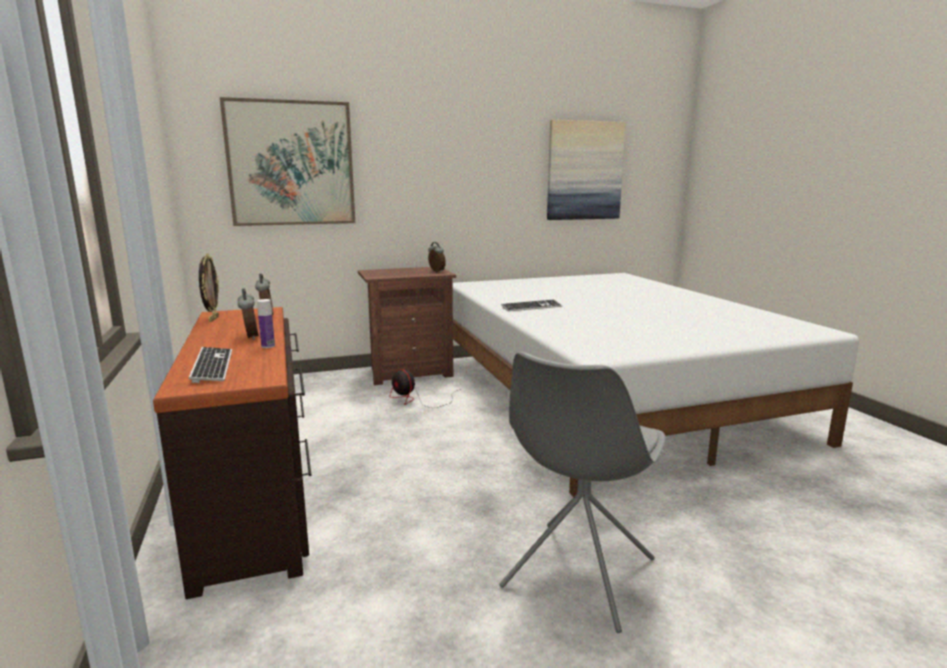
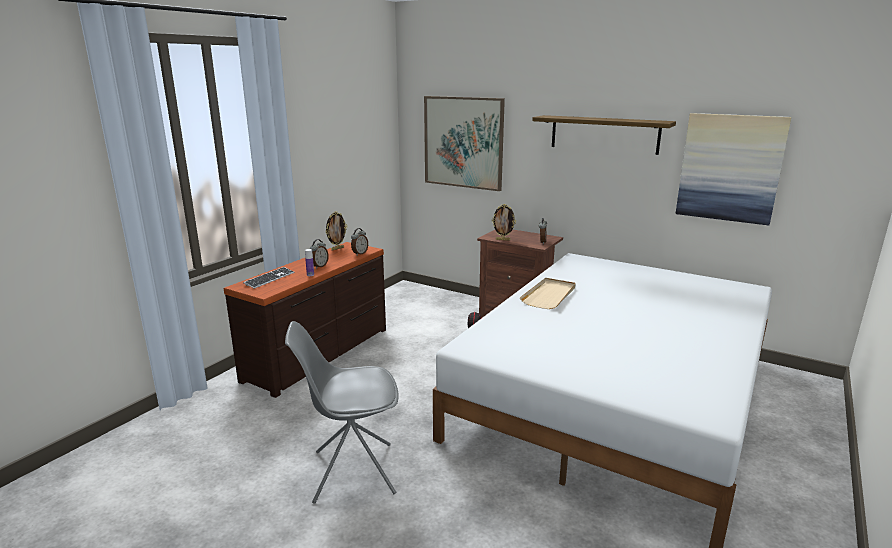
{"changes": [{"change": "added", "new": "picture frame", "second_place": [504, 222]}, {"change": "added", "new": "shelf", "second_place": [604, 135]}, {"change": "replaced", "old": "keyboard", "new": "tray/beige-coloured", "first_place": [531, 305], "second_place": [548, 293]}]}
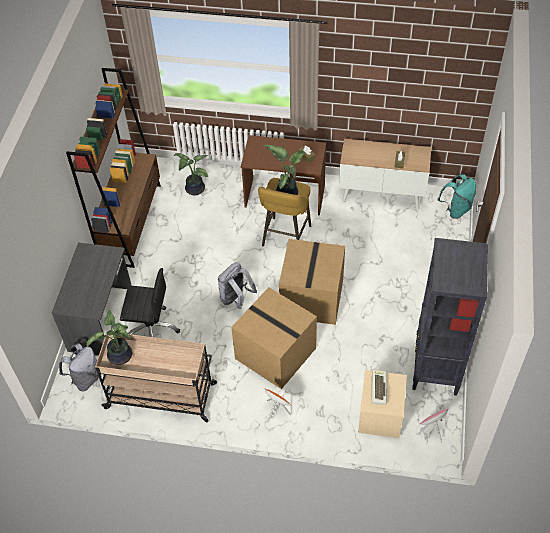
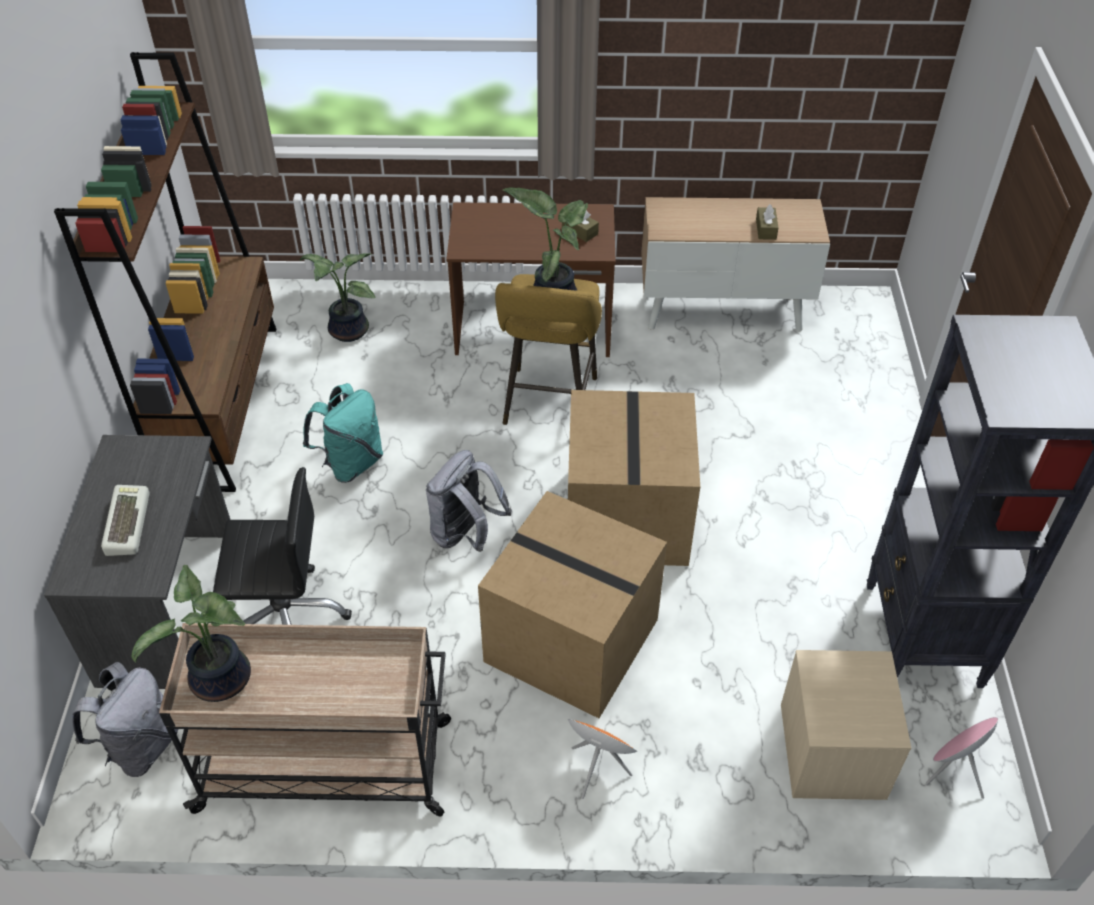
{"changes": [{"change": "moved", "old": "keyboard", "first_place": [379, 387], "second_place": [125, 520]}, {"change": "moved", "old": "rucksack/turquoise-coloured", "first_place": [456, 196], "second_place": [343, 433]}]}
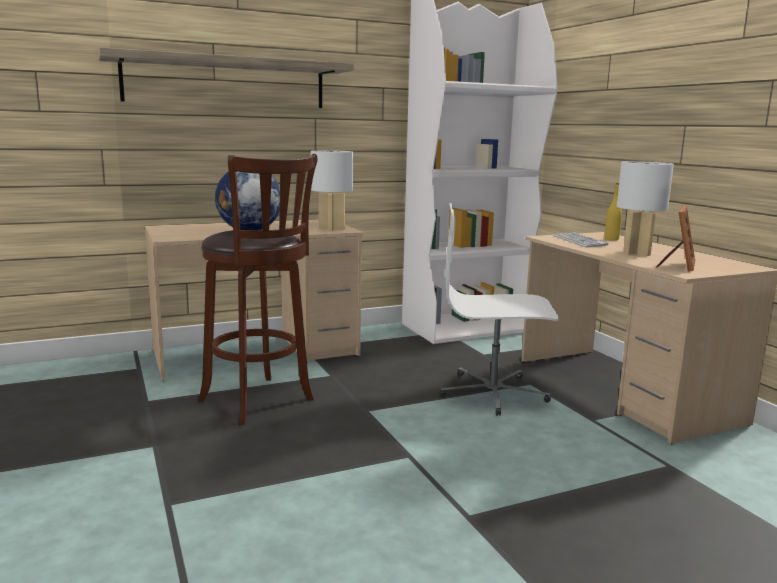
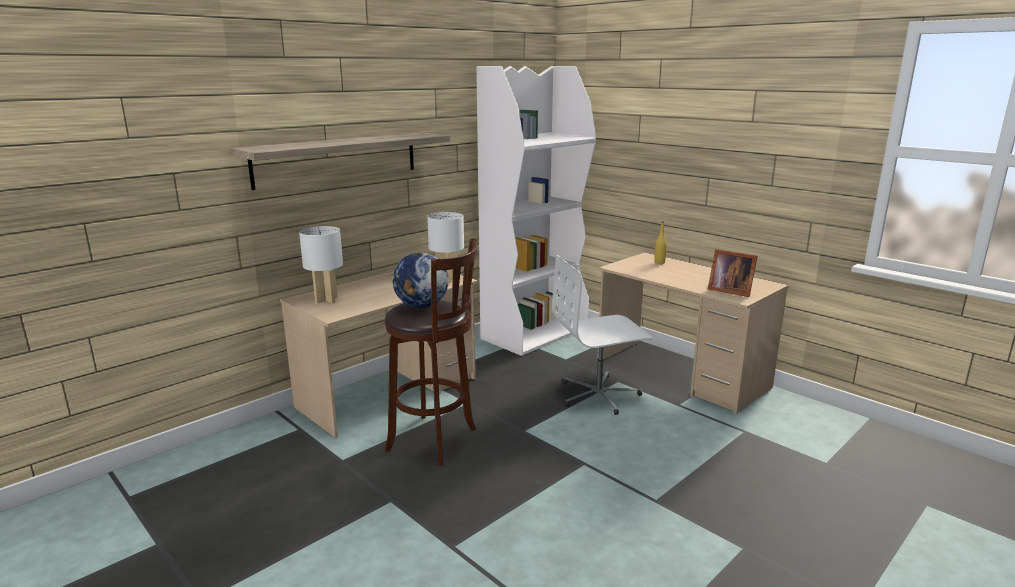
{"changes": [{"change": "removed", "old": "keyboard", "first_place": [581, 239]}, {"change": "moved", "old": "tabletop lamp/whitish", "first_place": [645, 208], "second_place": [321, 265]}, {"change": "turned", "old": "picture frame", "first_place": [675, 239], "second_place": [733, 273], "degrees": 120}]}
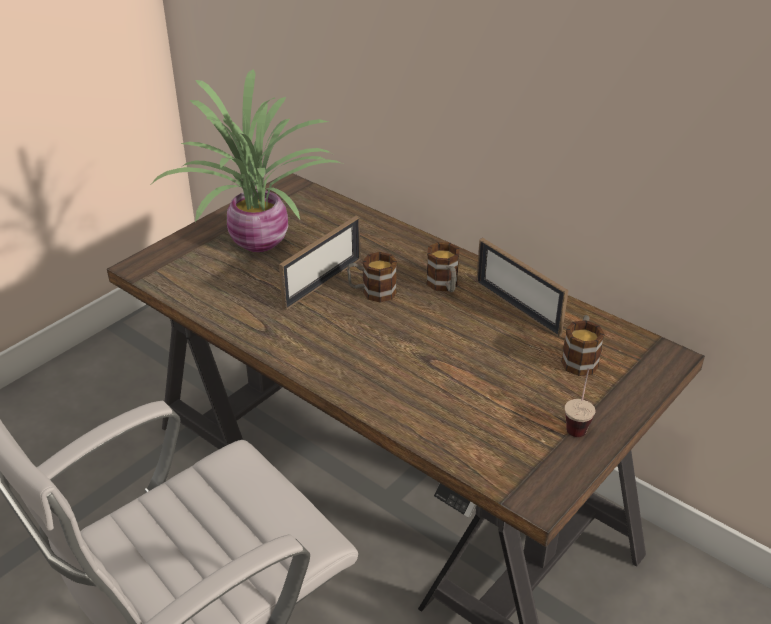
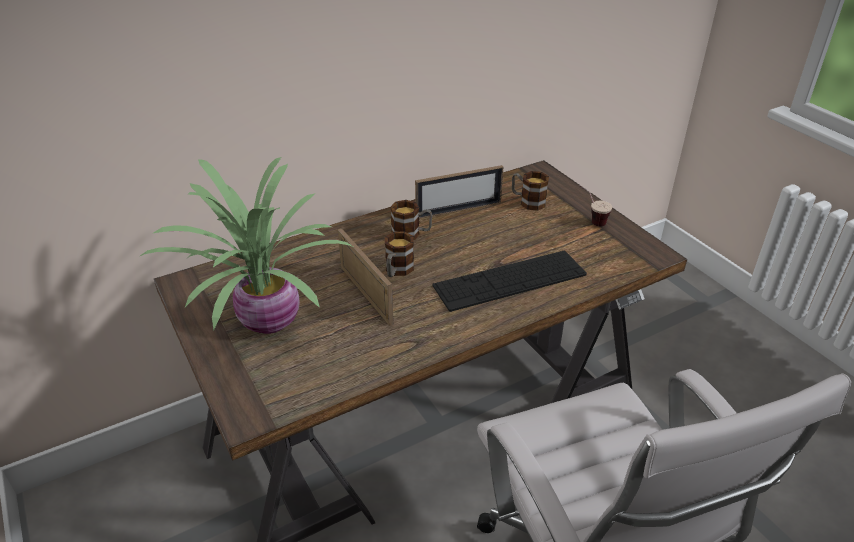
{"changes": [{"change": "added", "new": "keyboard", "second_place": [509, 281]}]}
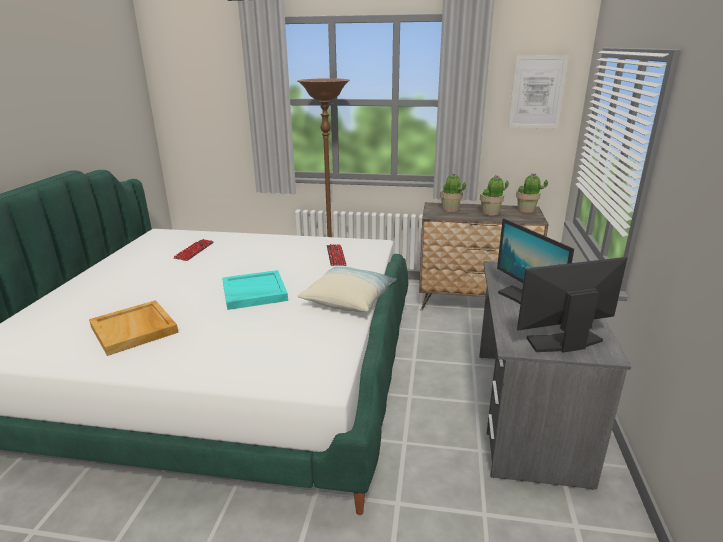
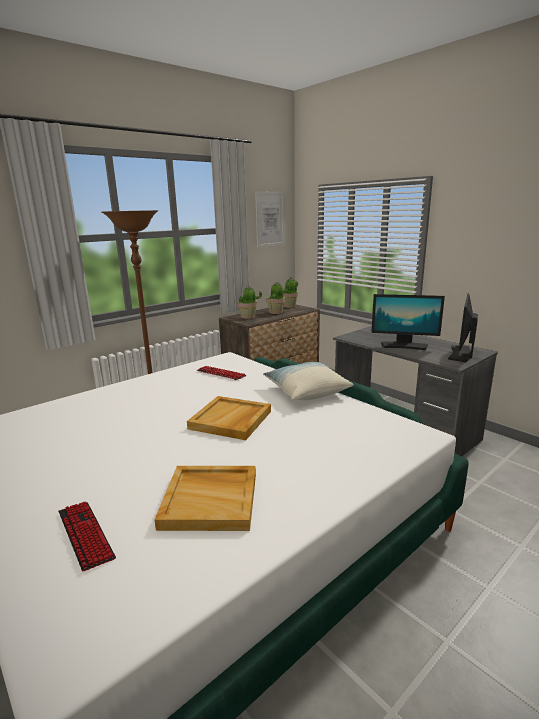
{"changes": [{"change": "moved", "old": "keyboard", "first_place": [194, 250], "second_place": [87, 536]}, {"change": "recoloured", "old": "tray/turquoise-coloured", "new": "tray/beige-coloured", "first_place": [255, 290], "second_place": [229, 418]}]}
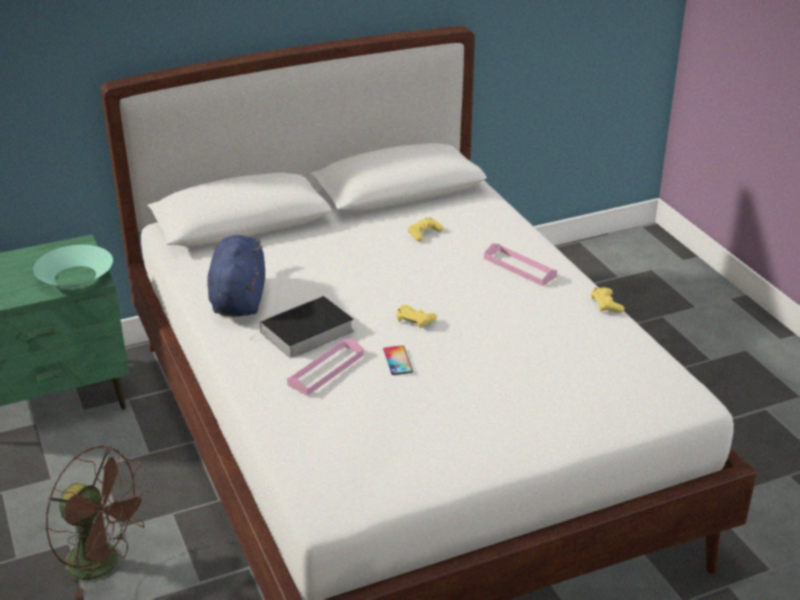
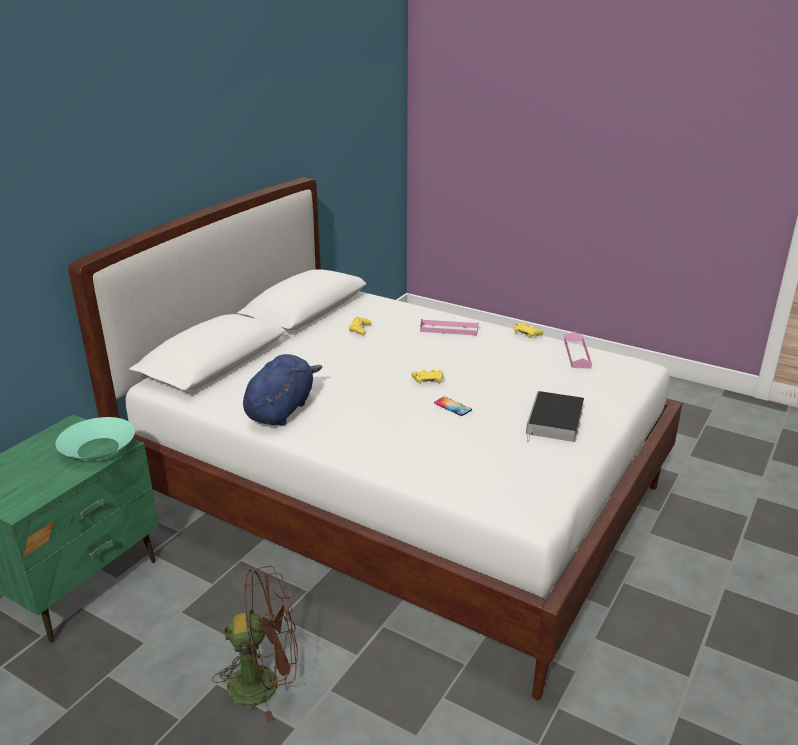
{"changes": [{"change": "moved", "old": "book", "first_place": [302, 327], "second_place": [555, 416]}, {"change": "moved", "old": "tray/pinkish", "first_place": [325, 367], "second_place": [578, 350]}, {"change": "turned", "old": "plush toy/blue", "first_place": [236, 276], "second_place": [282, 390], "degrees": 60}]}
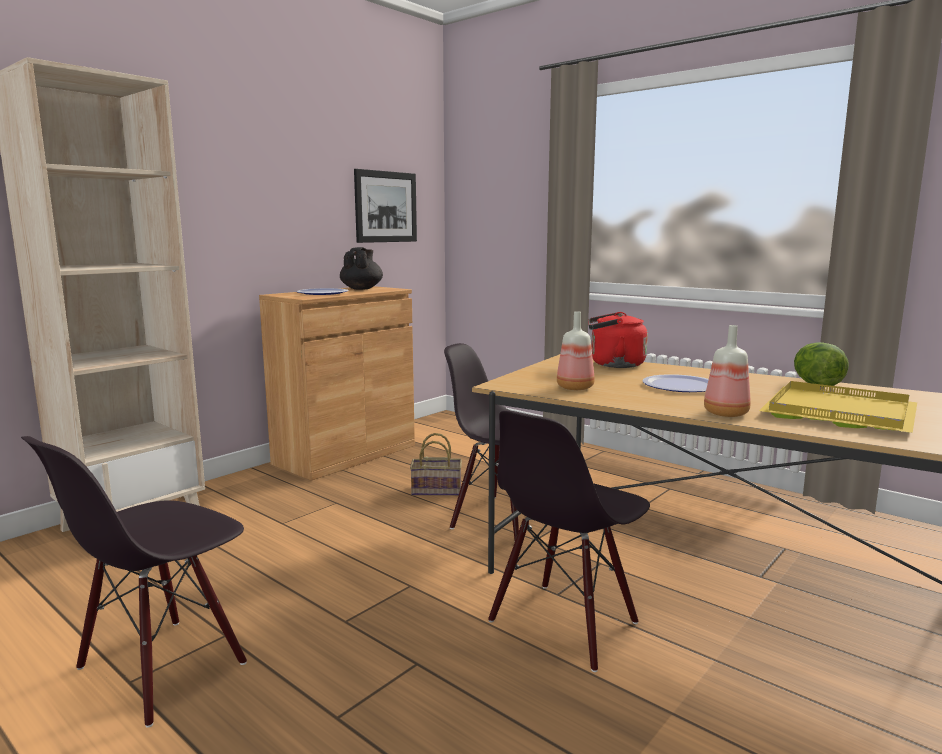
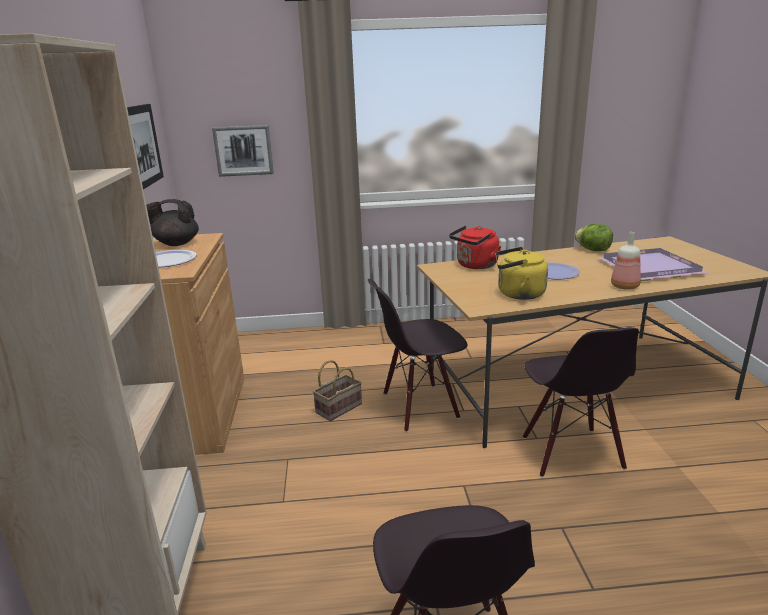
{"changes": [{"change": "added", "new": "wall picture", "second_place": [243, 151]}, {"change": "replaced", "old": "drink bottle", "new": "water kettle/yellowish", "first_place": [576, 350], "second_place": [521, 273]}, {"change": "recoloured", "old": "tray/yellowish", "new": "tray/purple", "first_place": [838, 407], "second_place": [653, 264]}, {"change": "turned", "old": "teapot/black-coloured", "first_place": [361, 268], "second_place": [172, 222], "degrees": -60}]}
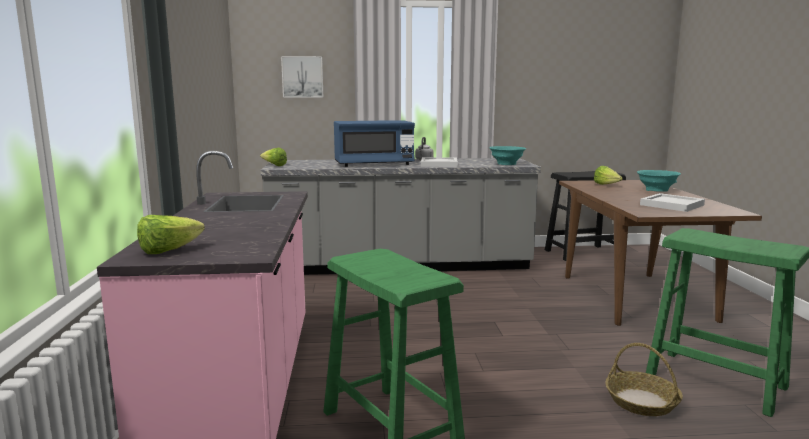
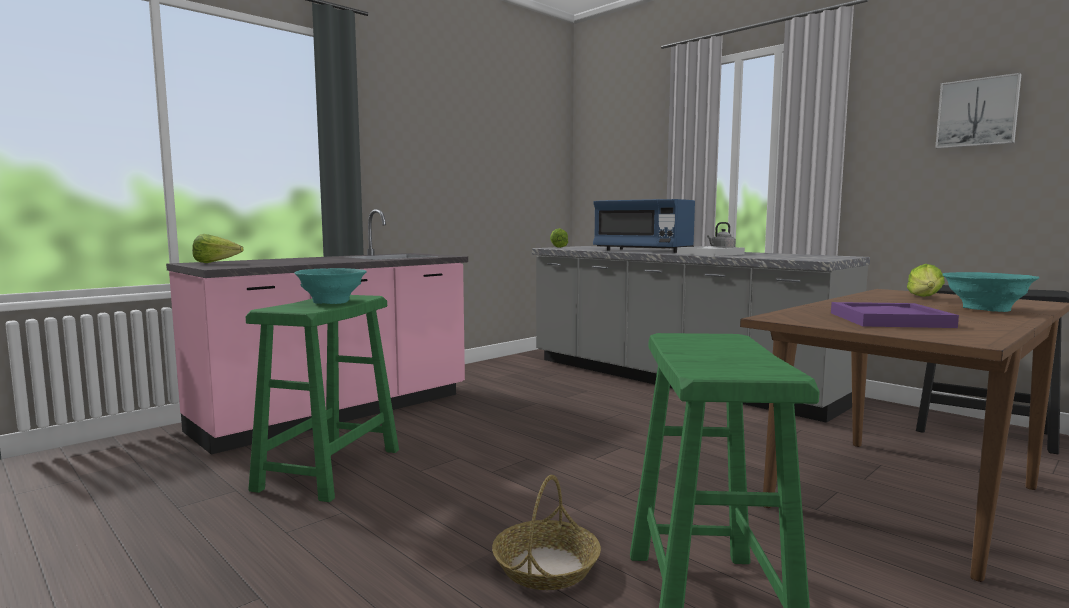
{"changes": [{"change": "moved", "old": "wall picture", "first_place": [302, 77], "second_place": [978, 111]}, {"change": "moved", "old": "deep dish/turquoise-coloured", "first_place": [507, 155], "second_place": [330, 286]}, {"change": "recoloured", "old": "tray/whitish", "new": "tray/purple", "first_place": [672, 202], "second_place": [895, 315]}]}
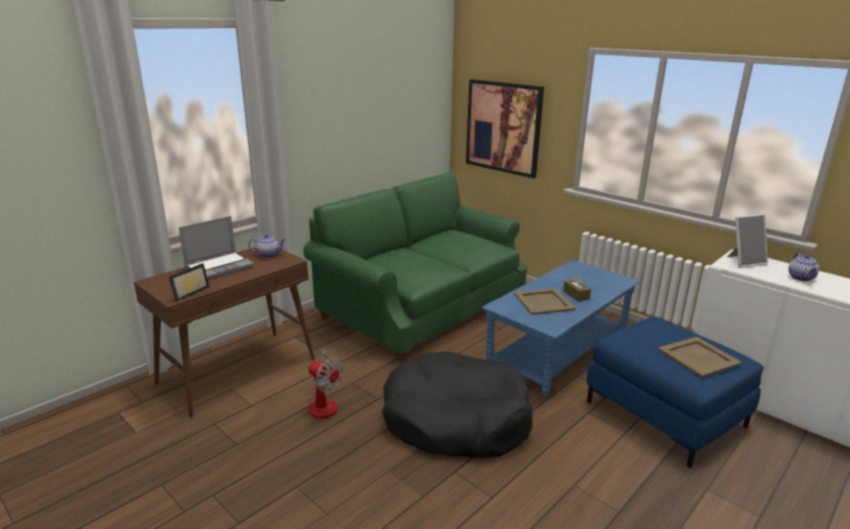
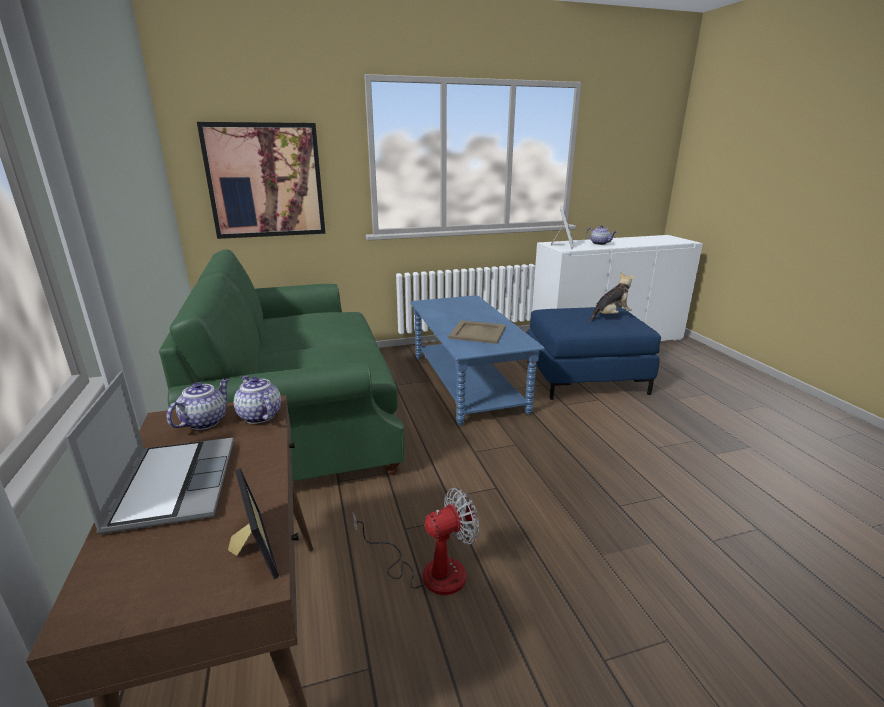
{"changes": [{"change": "removed", "old": "dog bed/black-coloured", "first_place": [457, 405]}, {"change": "removed", "old": "tissue box/brownish", "first_place": [577, 288]}, {"change": "added", "new": "teapot", "second_place": [257, 399]}, {"change": "replaced", "old": "tray/beige-coloured", "new": "plush toy", "first_place": [700, 357], "second_place": [611, 297]}]}
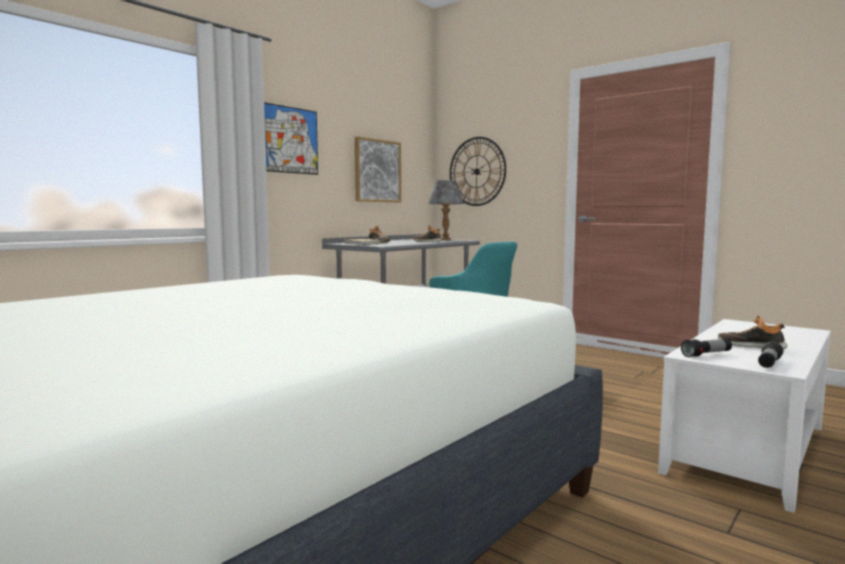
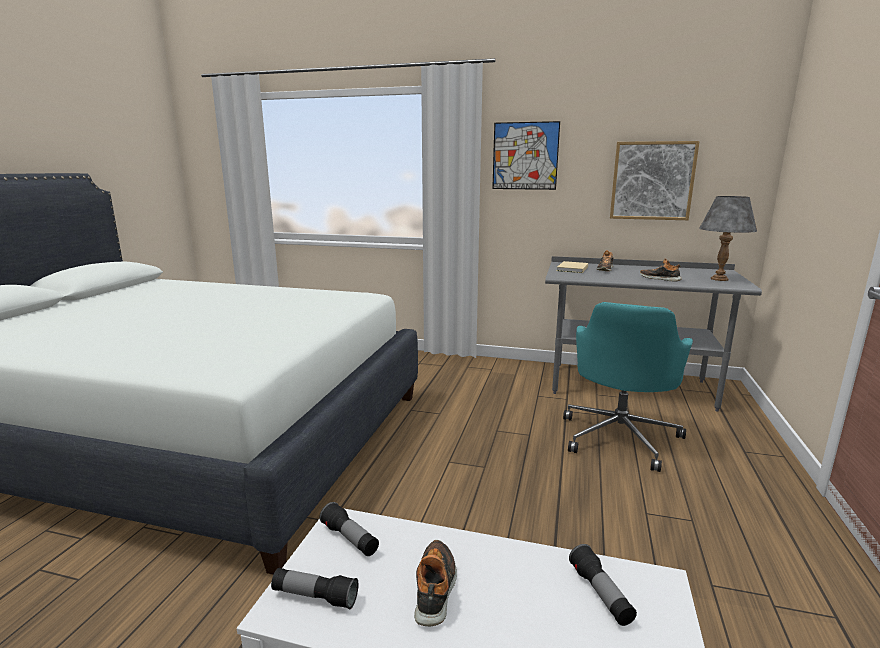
{"changes": [{"change": "removed", "old": "hanging clock", "first_place": [478, 171]}, {"change": "added", "new": "flashlight", "second_place": [603, 585]}]}
